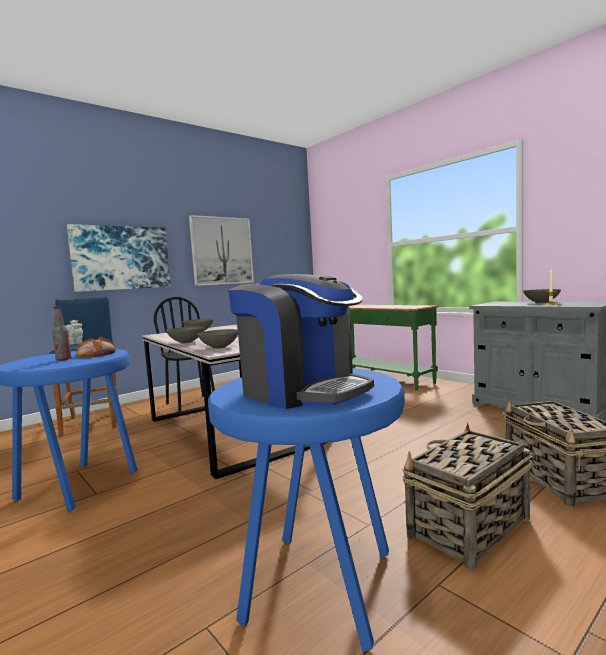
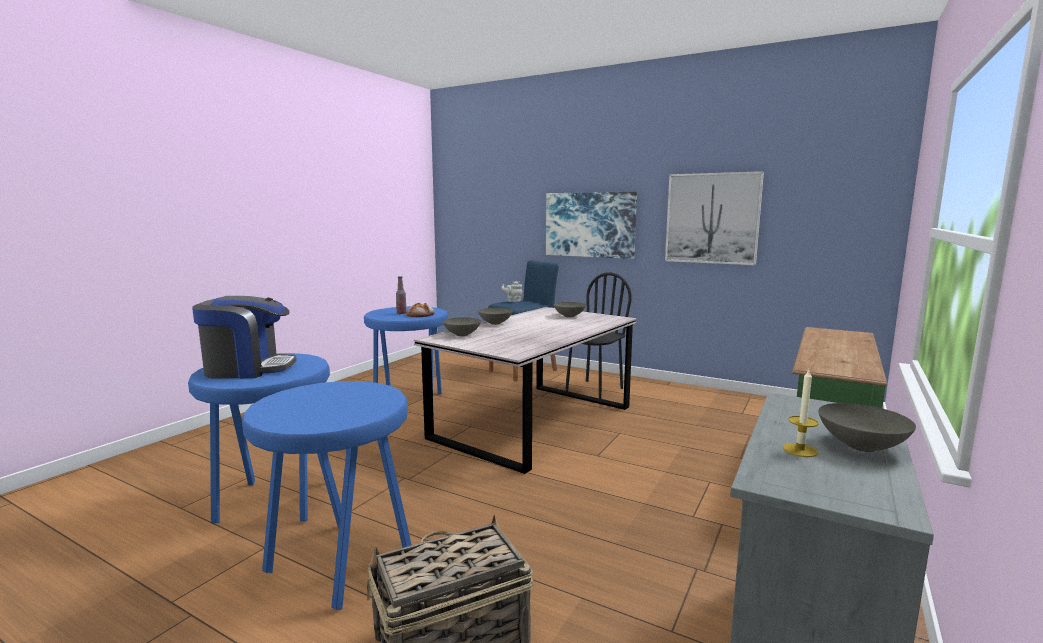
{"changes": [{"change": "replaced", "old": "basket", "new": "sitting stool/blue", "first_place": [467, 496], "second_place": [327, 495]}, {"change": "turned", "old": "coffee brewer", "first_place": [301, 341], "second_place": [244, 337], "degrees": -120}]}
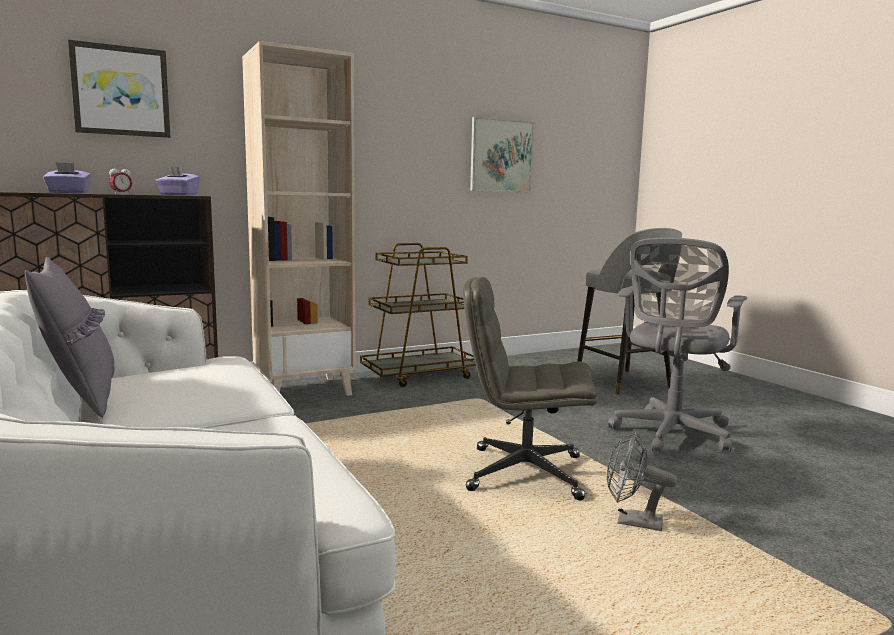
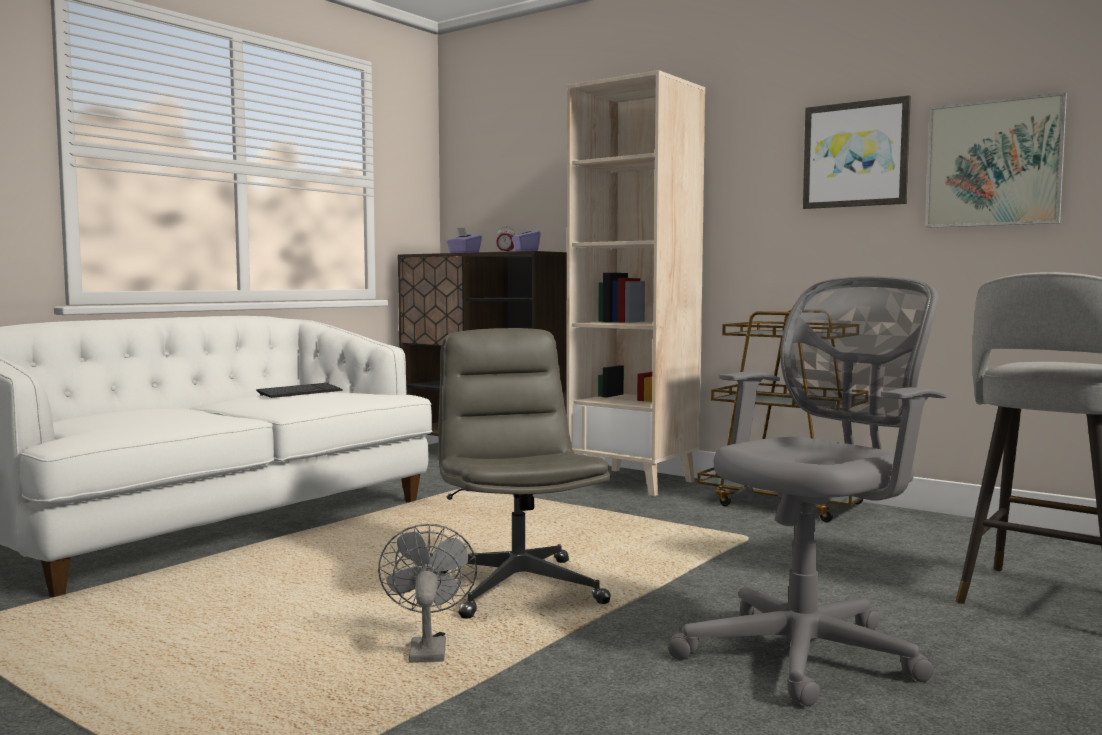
{"changes": [{"change": "removed", "old": "throw pillow/gray", "first_place": [69, 337]}, {"change": "added", "new": "keyboard", "second_place": [299, 390]}, {"change": "moved", "old": "wall picture", "first_place": [119, 89], "second_place": [857, 152]}, {"change": "turned", "old": "office chair/gray", "first_place": [677, 345], "second_place": [807, 491], "degrees": 135}]}
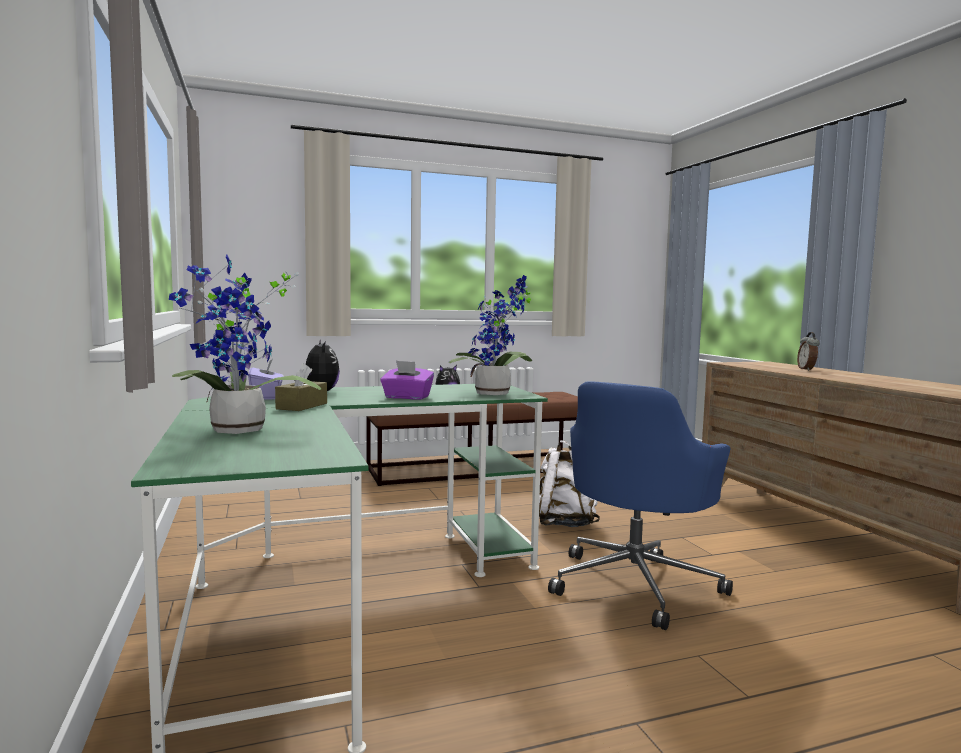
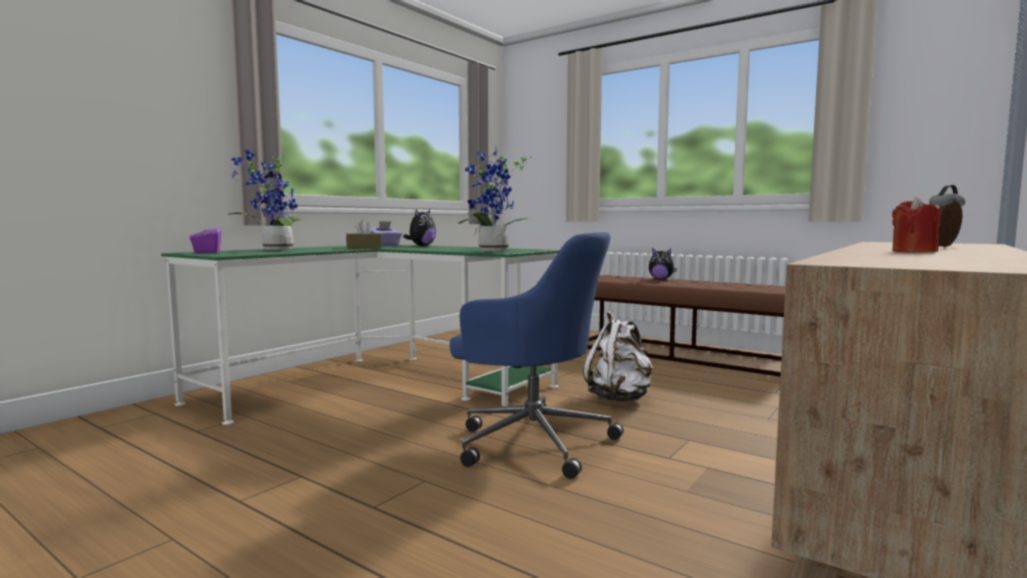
{"changes": [{"change": "added", "new": "wax light/reddish", "second_place": [916, 224]}, {"change": "moved", "old": "tissue box/purple", "first_place": [407, 380], "second_place": [205, 237]}, {"change": "turned", "old": "office chair/blue", "first_place": [640, 505], "second_place": [537, 355], "degrees": -150}]}
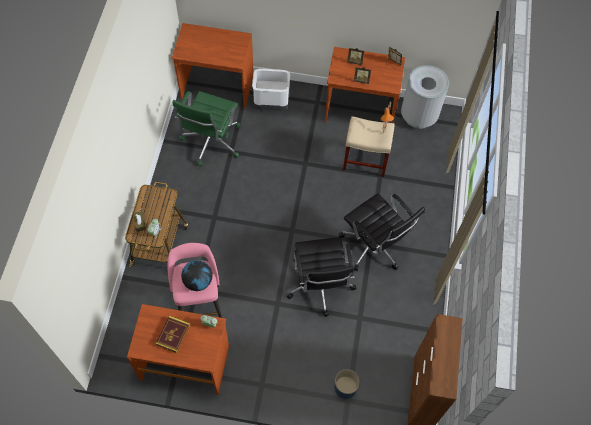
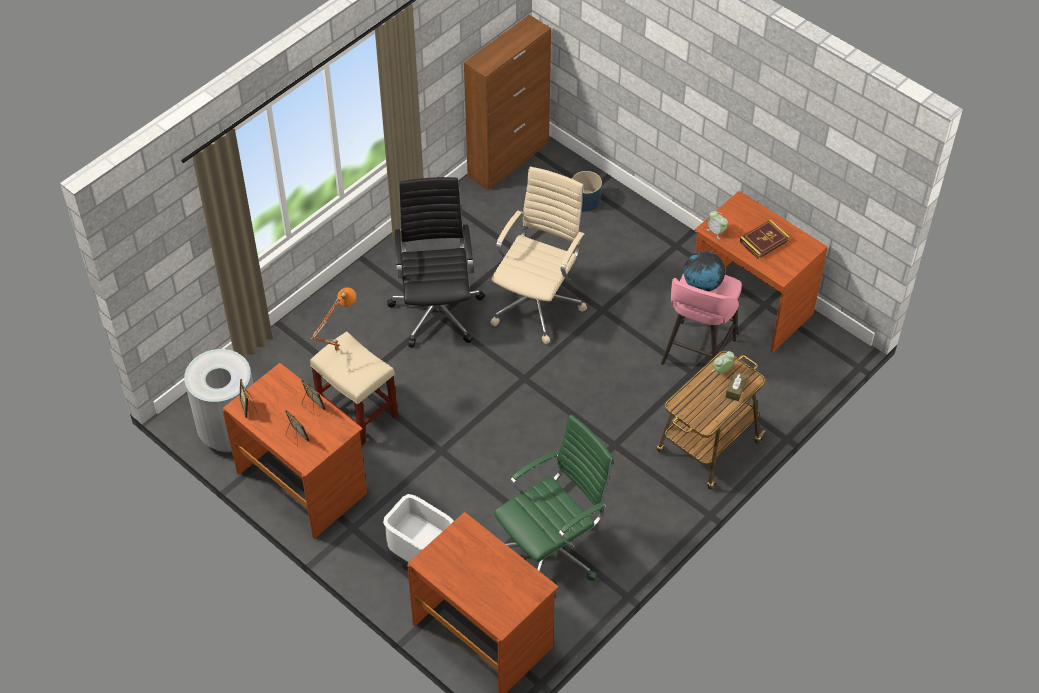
{"changes": [{"change": "recoloured", "old": "office chair/black-coloured", "new": "office chair/beige-coloured", "first_place": [321, 277], "second_place": [538, 255]}]}
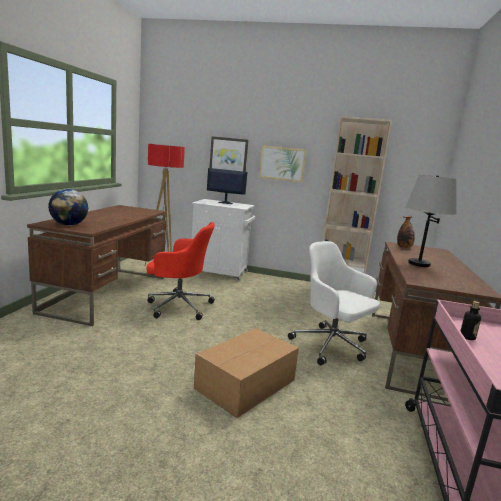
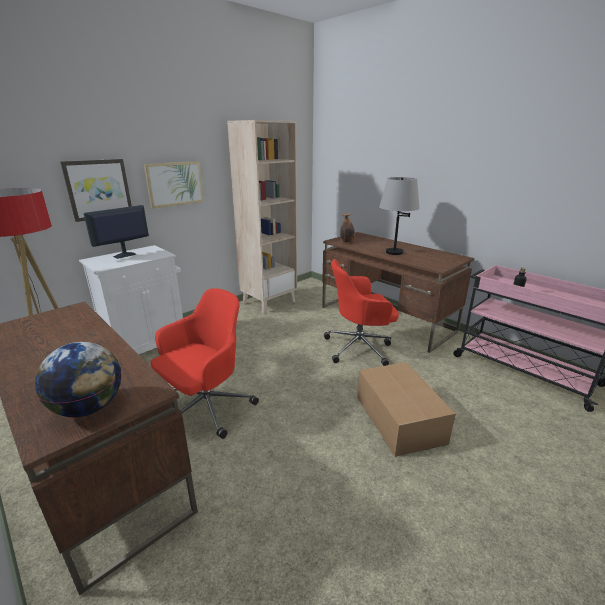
{"changes": [{"change": "recoloured", "old": "office chair/whitish", "new": "office chair/reddish", "first_place": [334, 303], "second_place": [361, 312]}]}
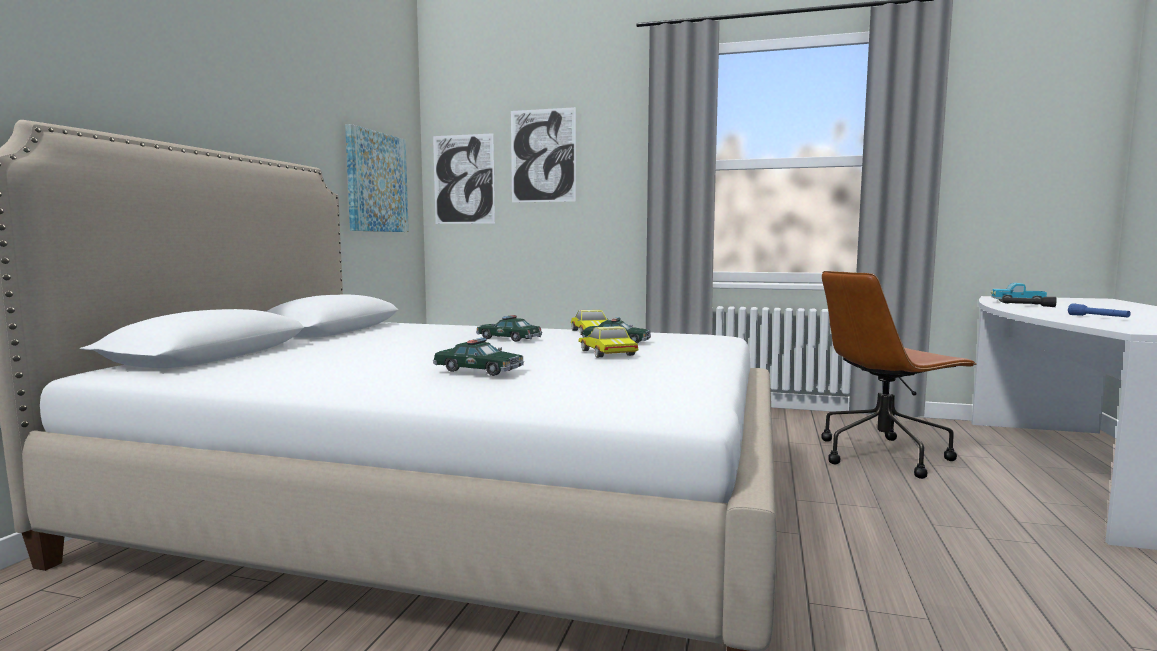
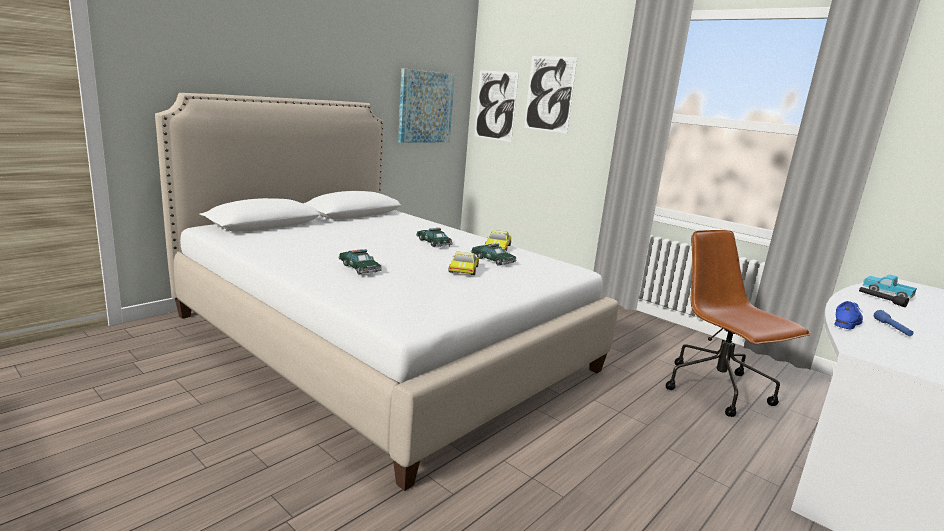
{"changes": [{"change": "added", "new": "low shoe/blue", "second_place": [848, 315]}, {"change": "turned", "old": "office chair/brownish", "first_place": [899, 375], "second_place": [738, 323], "degrees": 60}]}
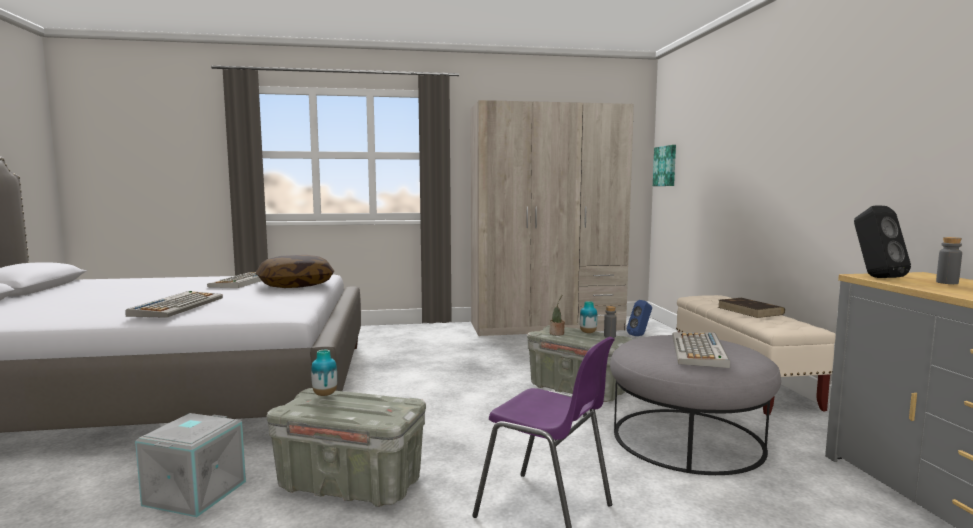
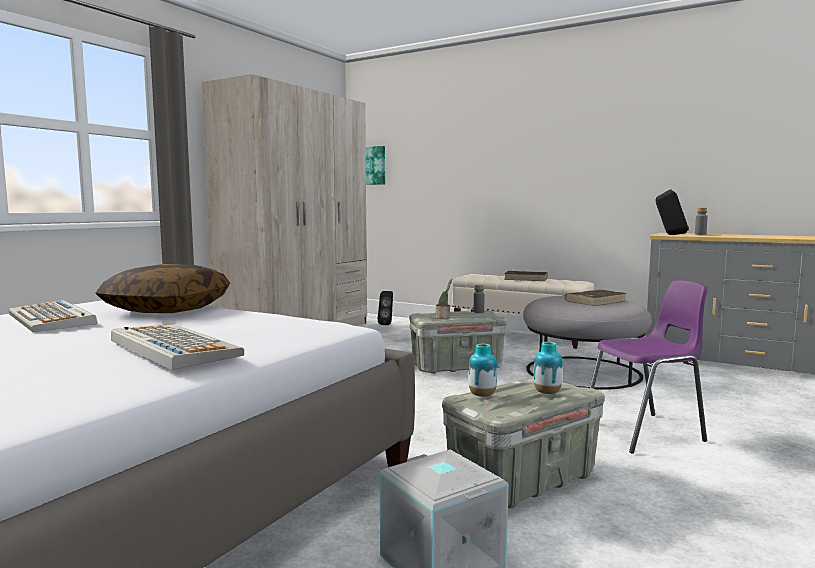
{"changes": [{"change": "moved", "old": "flower vase", "first_place": [588, 317], "second_place": [548, 368]}, {"change": "replaced", "old": "keyboard", "new": "book/brownish", "first_place": [701, 350], "second_place": [595, 297]}, {"change": "recoloured", "old": "loudspeaker/blue", "new": "loudspeaker/black-coloured", "first_place": [639, 318], "second_place": [385, 308]}]}
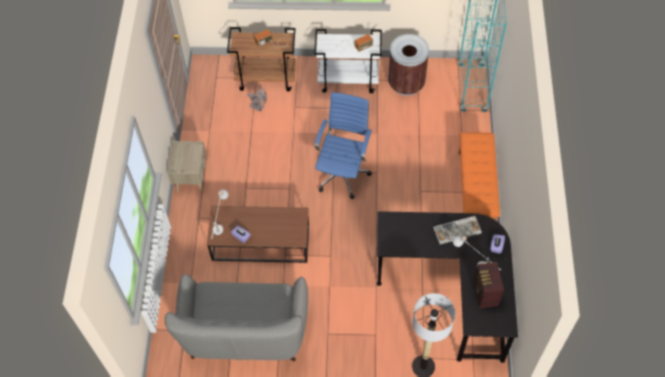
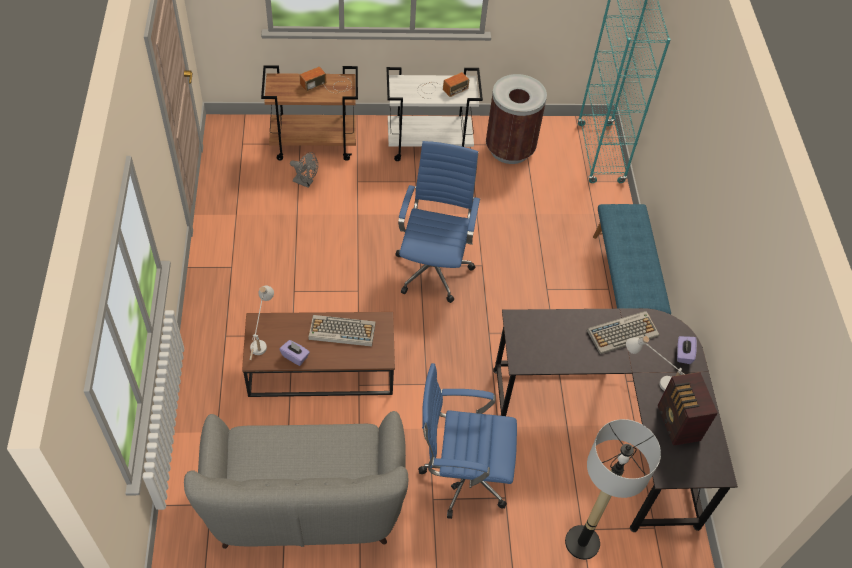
{"changes": [{"change": "removed", "old": "bedside table/beige-coloured", "first_place": [186, 166]}, {"change": "added", "new": "keyboard", "second_place": [342, 331]}, {"change": "added", "new": "office chair/blue", "second_place": [467, 441]}, {"change": "recoloured", "old": "bench/orangey", "new": "bench/blue", "first_place": [479, 176], "second_place": [632, 259]}]}
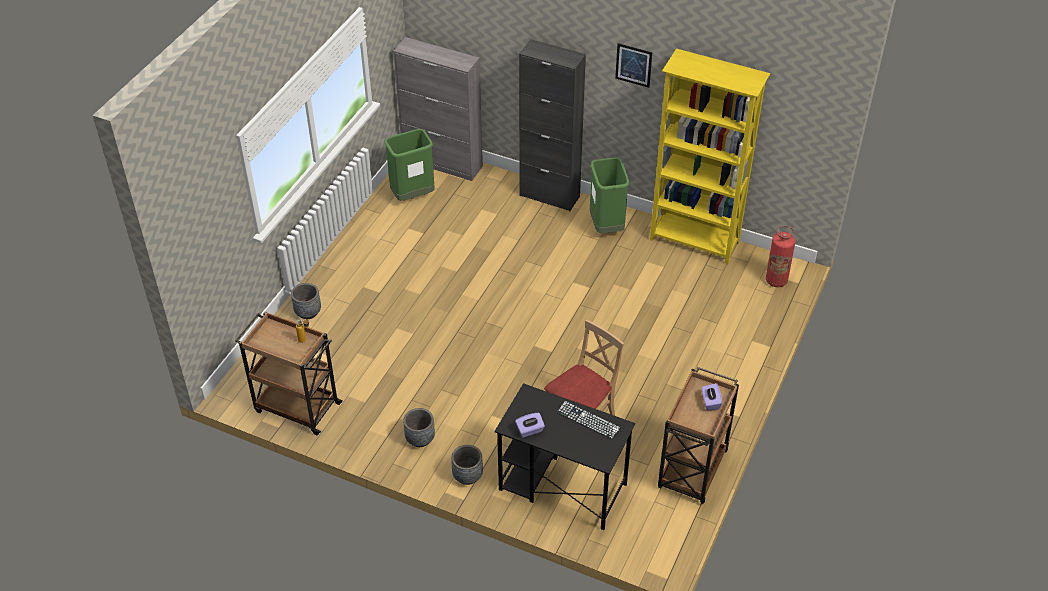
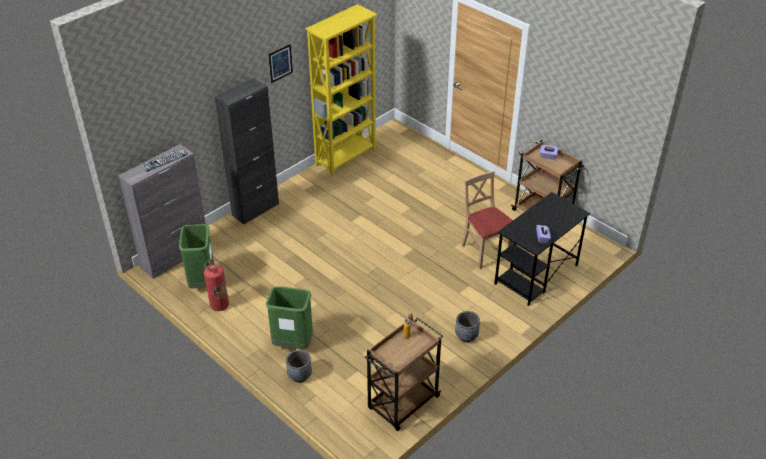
{"changes": [{"change": "removed", "old": "plant pot/gray", "first_place": [467, 465]}, {"change": "moved", "old": "keyboard", "first_place": [589, 420], "second_place": [164, 160]}, {"change": "moved", "old": "trash can/green", "first_place": [609, 195], "second_place": [289, 317]}, {"change": "moved", "old": "extinguisher", "first_place": [780, 256], "second_place": [216, 285]}]}
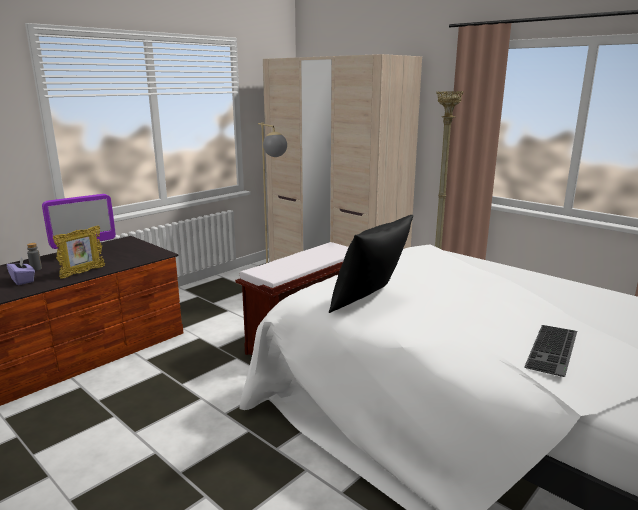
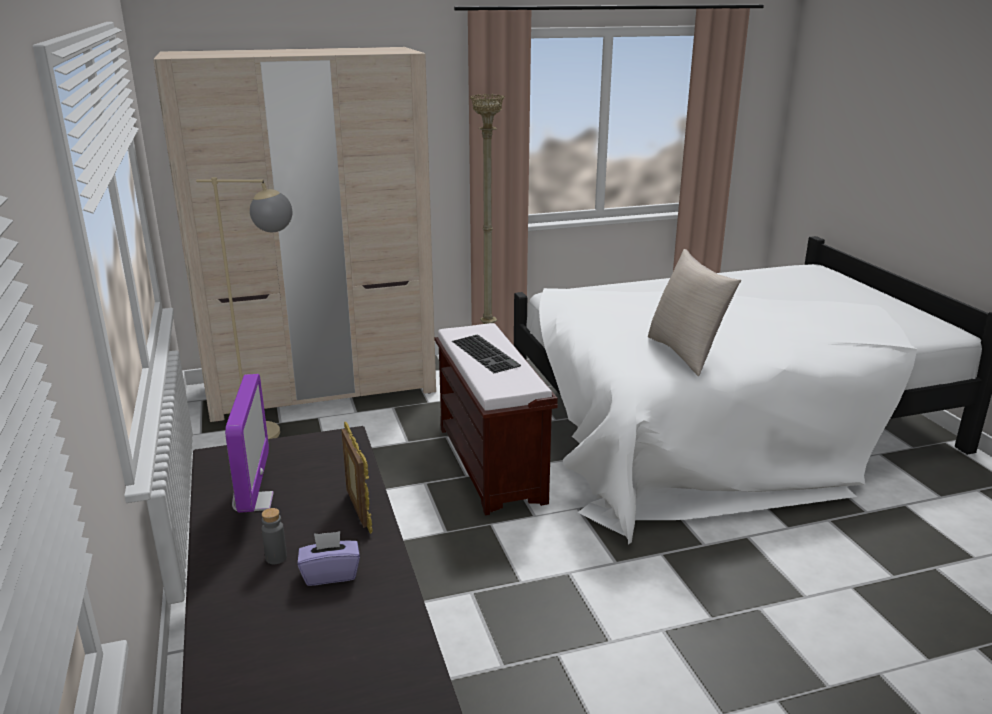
{"changes": [{"change": "moved", "old": "keyboard", "first_place": [550, 351], "second_place": [486, 353]}, {"change": "recoloured", "old": "throw pillow/black-coloured", "new": "throw pillow/beige-coloured", "first_place": [371, 264], "second_place": [694, 312]}]}
